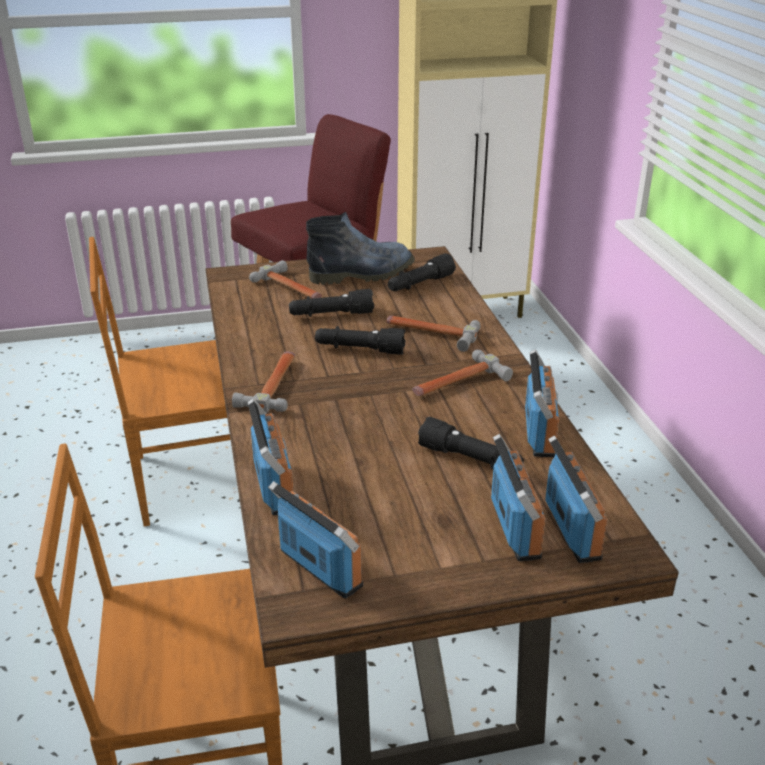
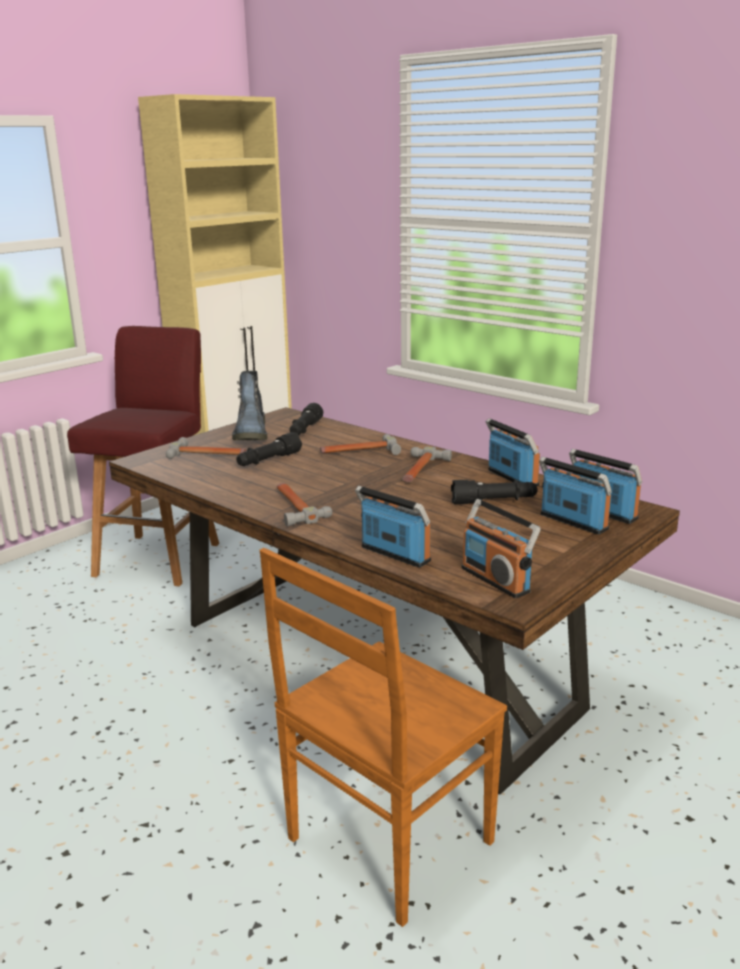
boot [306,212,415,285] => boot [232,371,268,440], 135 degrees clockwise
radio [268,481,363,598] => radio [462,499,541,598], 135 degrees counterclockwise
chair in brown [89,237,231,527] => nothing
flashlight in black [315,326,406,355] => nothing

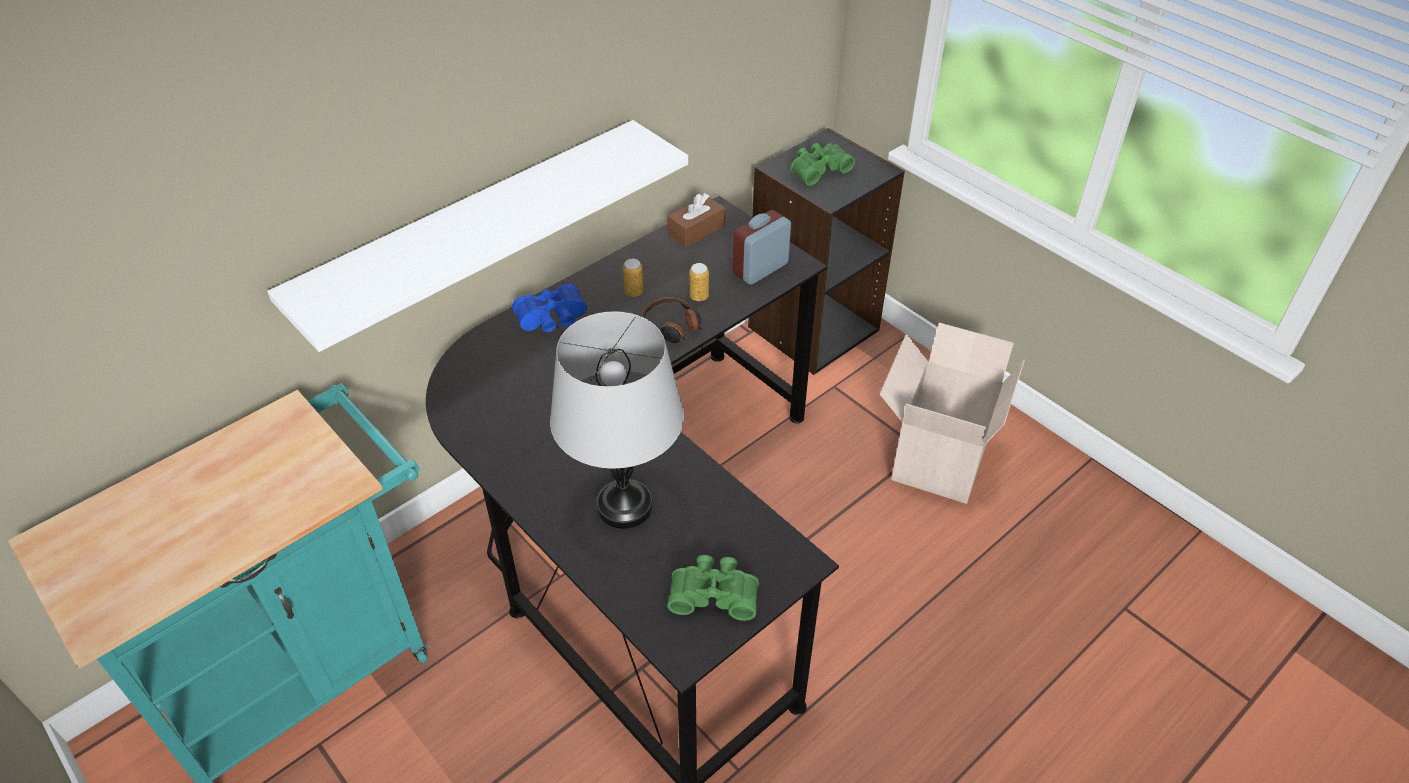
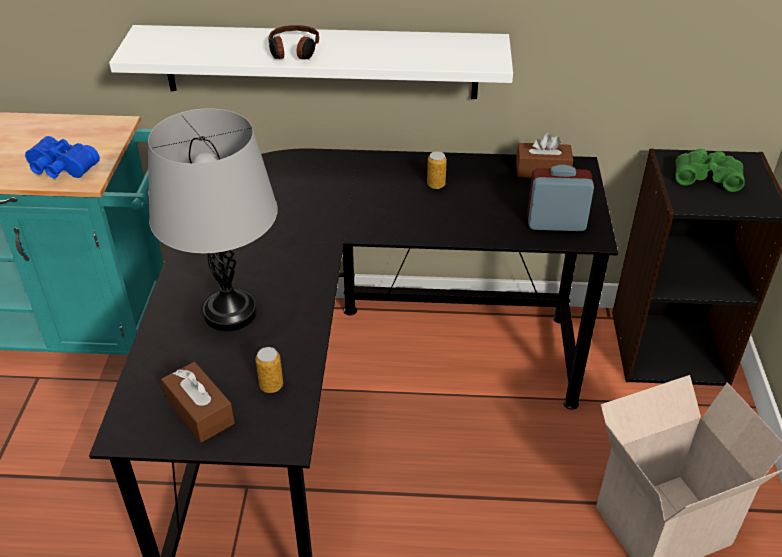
binoculars in blue [512,283,587,332] => binoculars in blue [25,136,100,178], shifted
binoculars in green [667,555,759,621] => tissue box in brown [161,362,235,442]
can [689,263,709,301] => can [255,347,283,393], shifted
headphones [642,297,702,343] => headphones [268,25,319,59], shifted

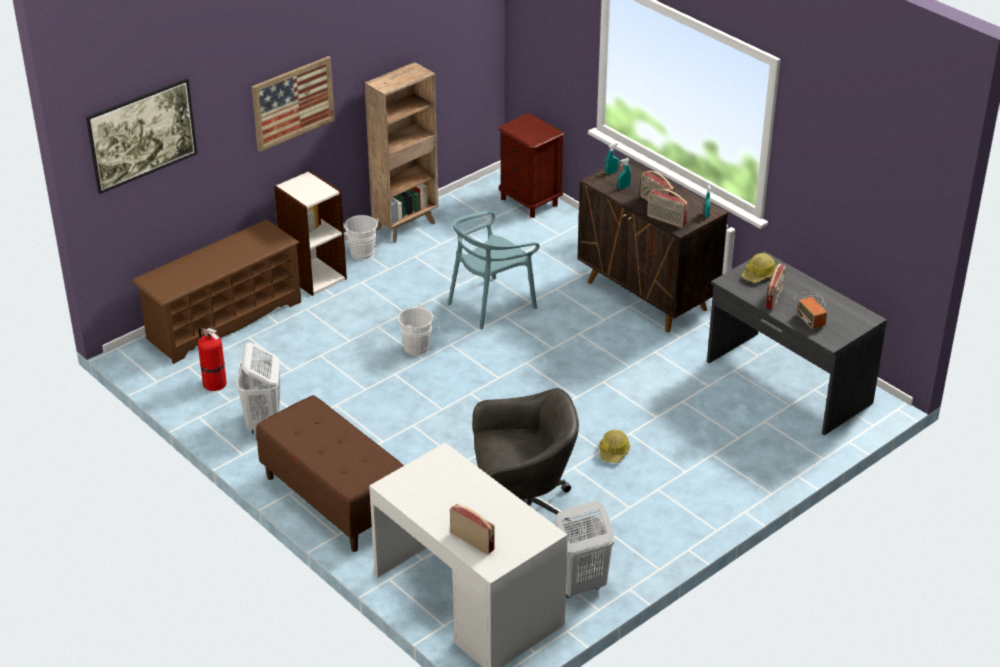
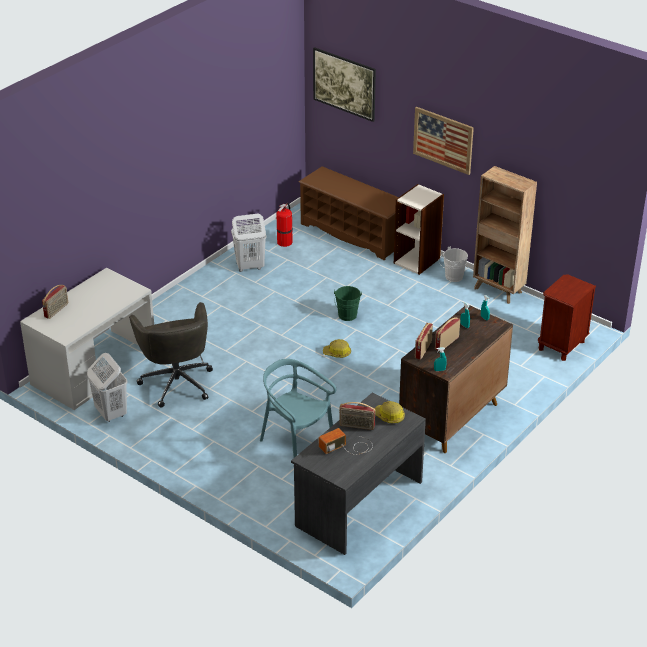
chair in turquoise [448,211,540,329] => chair in turquoise [260,359,337,458], shifted
hard hat [599,430,631,463] => hard hat [323,339,351,358], shifted
bucket in white [398,304,440,356] => bucket in green [334,286,362,321]
bench in brown [256,395,404,552] => nothing

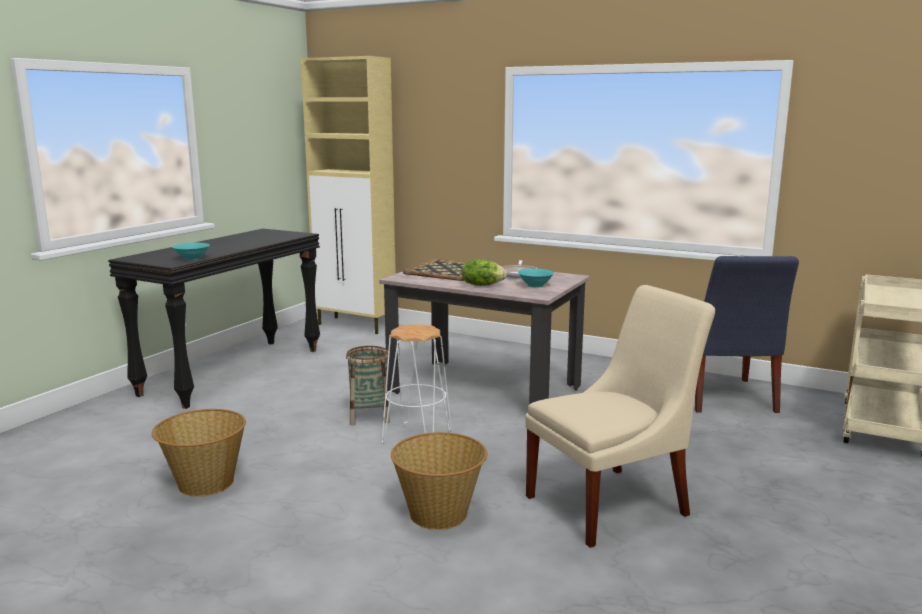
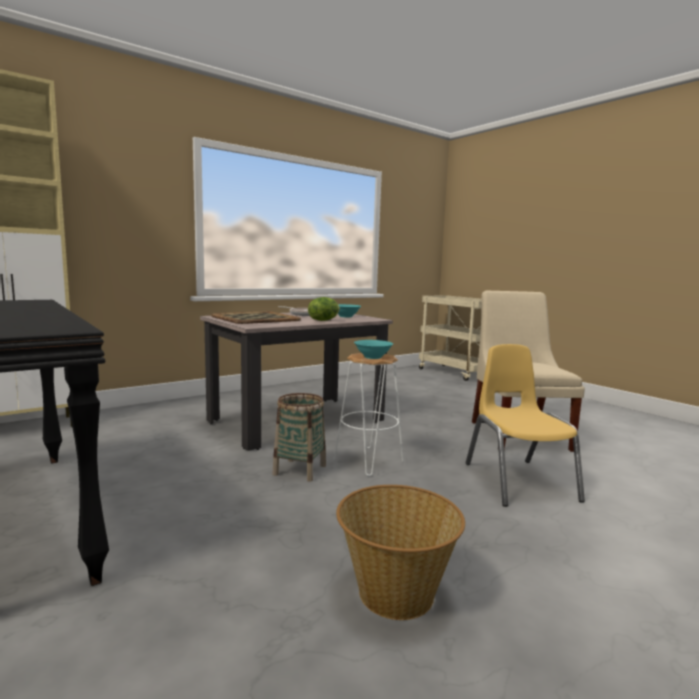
bowl in turquoise [172,243,210,261] => bowl in turquoise [354,340,393,359], shifted
basket [391,432,487,530] => chair in yellow [466,344,585,507]
chair in blue [695,256,799,413] => nothing

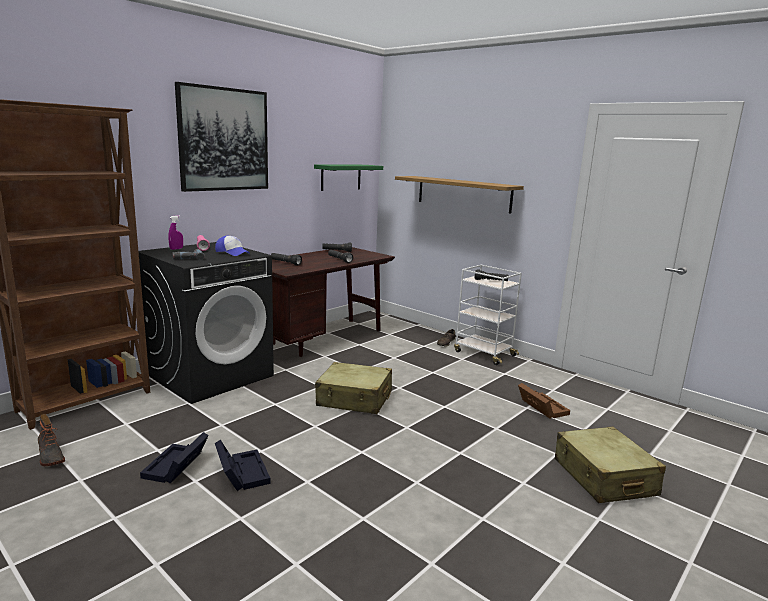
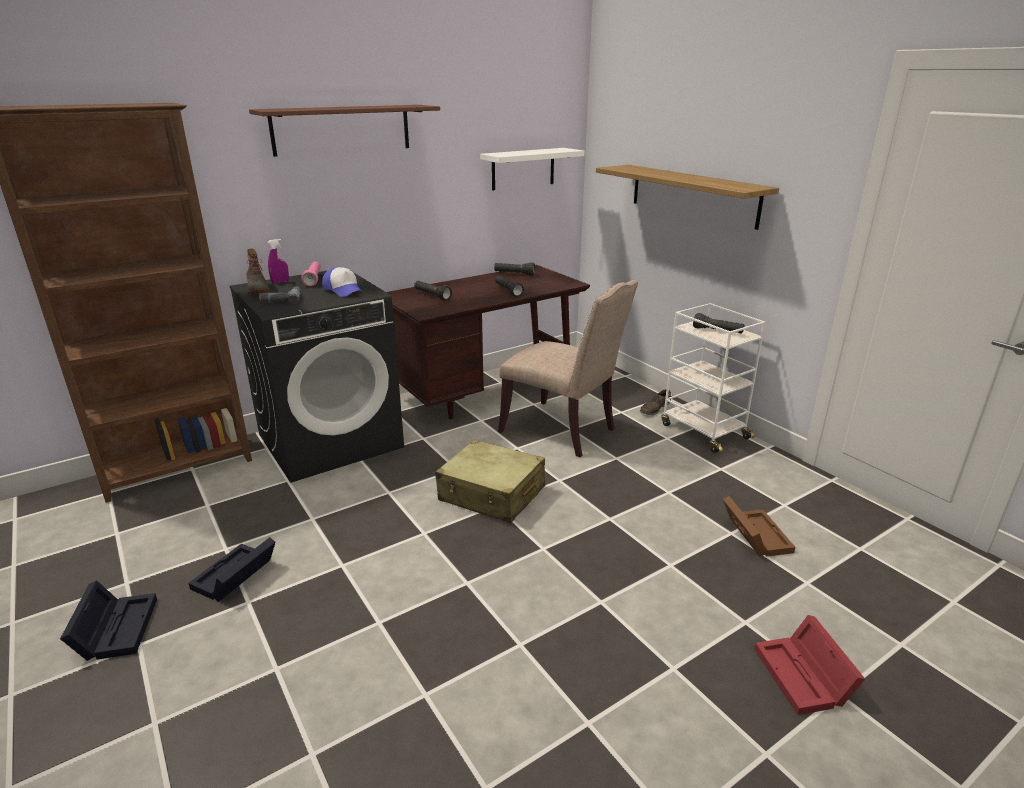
storage box in black [215,440,270,491] => storage box in black [60,580,157,661], shifted
boot [38,414,65,466] => boot [246,249,270,295], shifted
picture [175,82,268,192] => shelf in brown [249,105,440,157]
shelf in green [314,164,383,191] => shelf in white [480,148,584,191]
nothing => chair in beige [498,280,638,457]
suitcase in beige [555,426,666,503] => storage box in red [754,615,865,715]

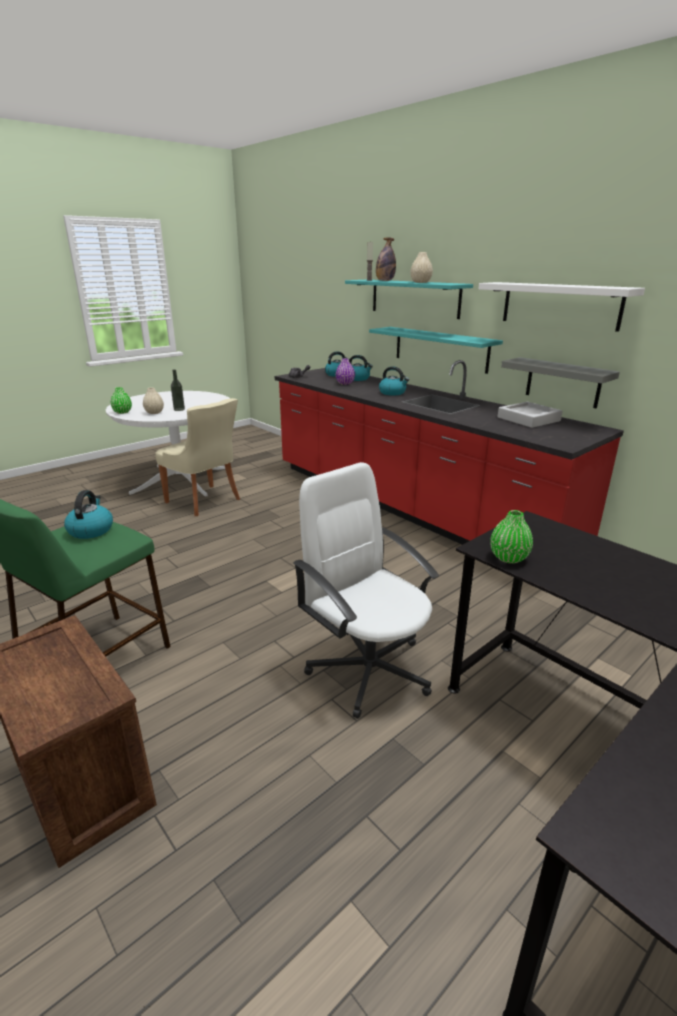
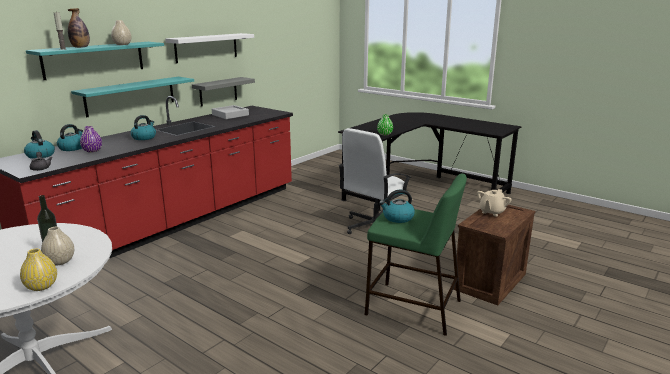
vase in green [111,387,132,414] => vase in yellow [20,248,57,291]
nothing => teapot in beige [477,189,512,216]
chair in beige [155,398,240,516] => nothing

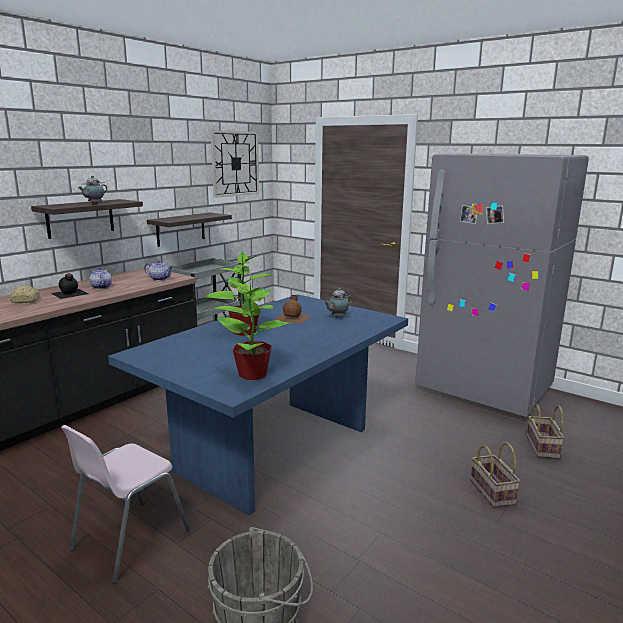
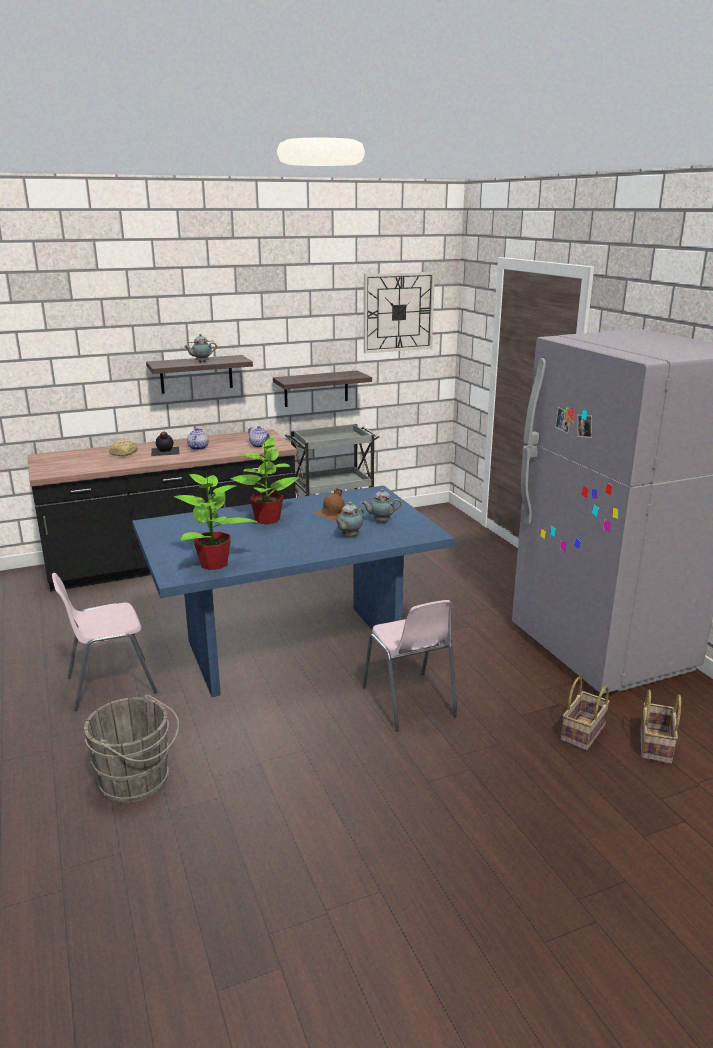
nothing => teapot [335,502,364,537]
nothing => chair in pink [363,600,458,731]
basket [470,442,520,508] => basket [640,690,681,764], shifted

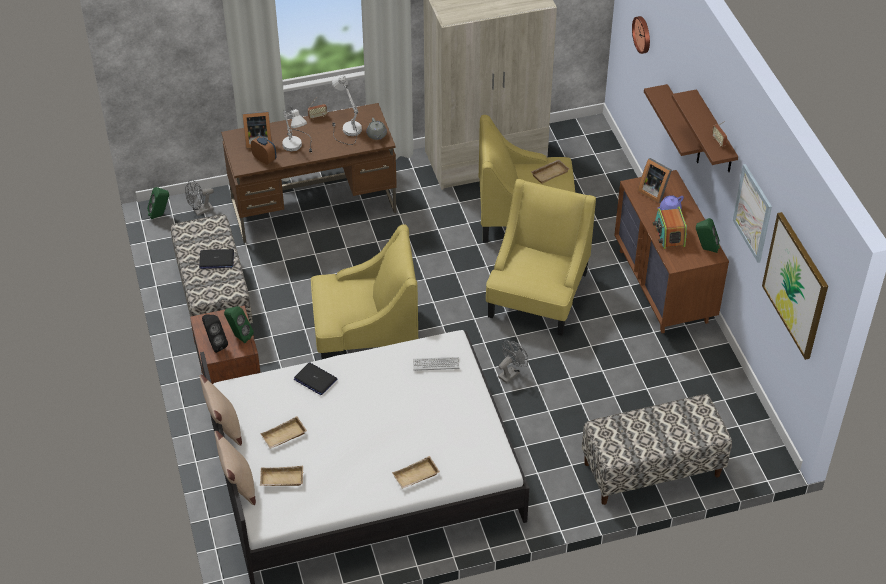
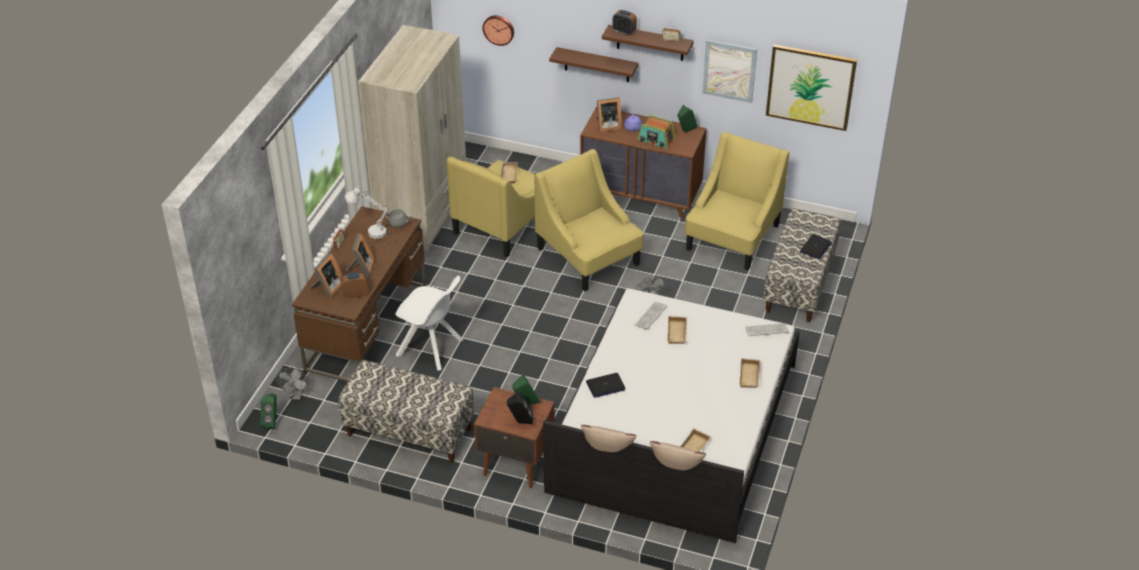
table lamp in white [282,109,312,152] => picture frame [345,234,375,277]
nothing => chair in white [395,276,463,371]
nothing => alarm clock [612,10,637,36]
tray in beige [260,416,307,449] => tray in beige [667,316,687,344], shifted
armchair in yellow [311,224,418,359] => armchair in yellow [685,132,789,270], shifted
nothing => keyboard [745,323,789,336]
laptop [199,249,234,269] => laptop [800,234,832,259], shifted

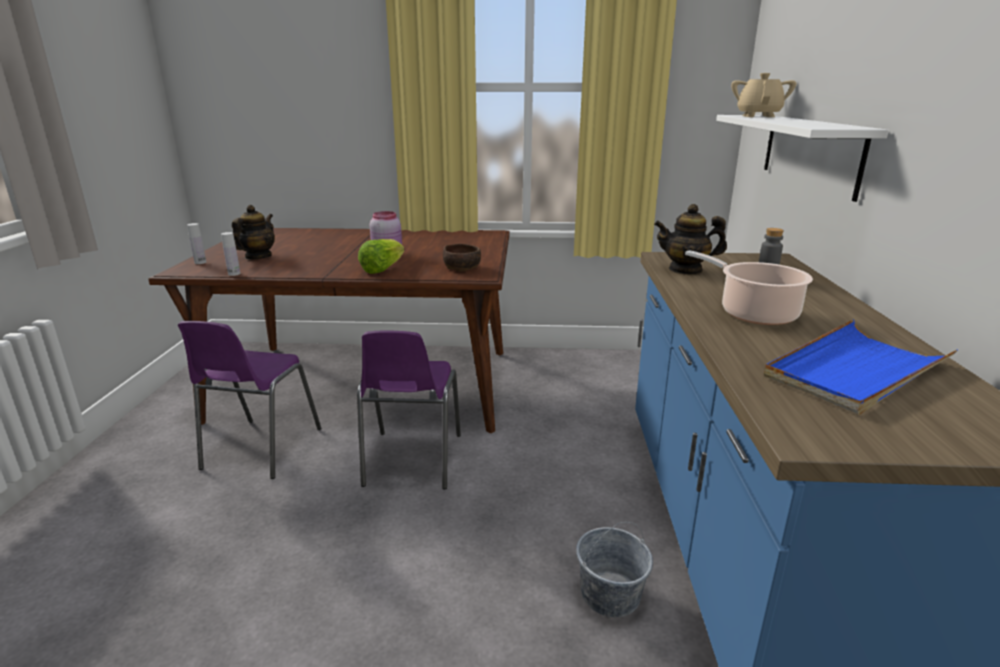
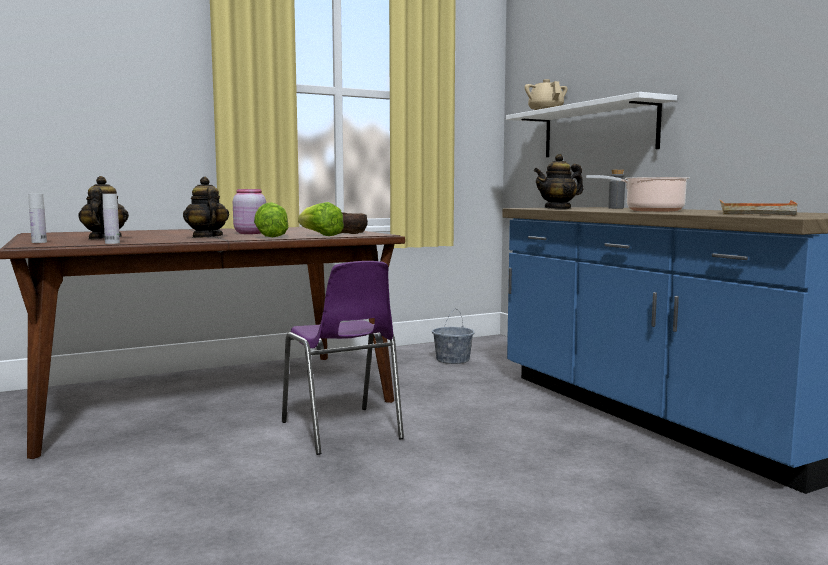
nothing => teapot [183,177,229,238]
nothing => lettuce [298,202,344,236]
bucket in grey [576,522,653,617] => bucket in grey [432,310,475,364], shifted
tray in blue [764,320,958,415] => tray in orange [720,200,797,215]
chair in purple [178,321,321,479] => nothing

